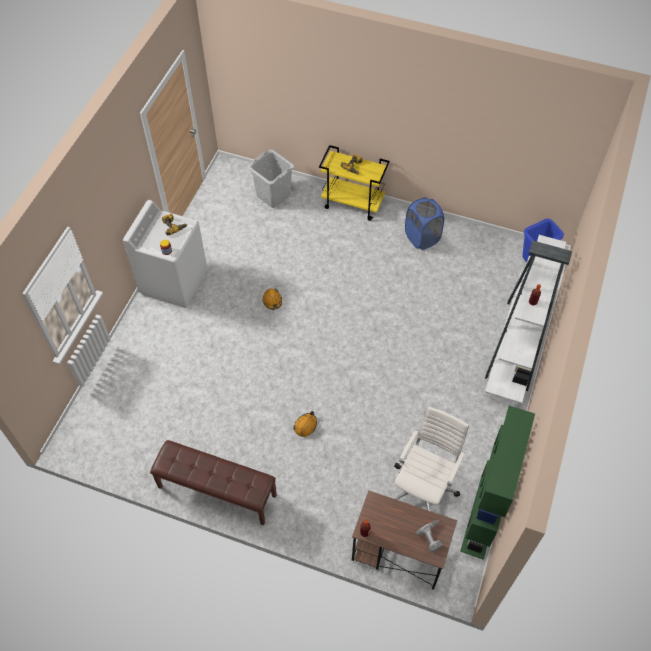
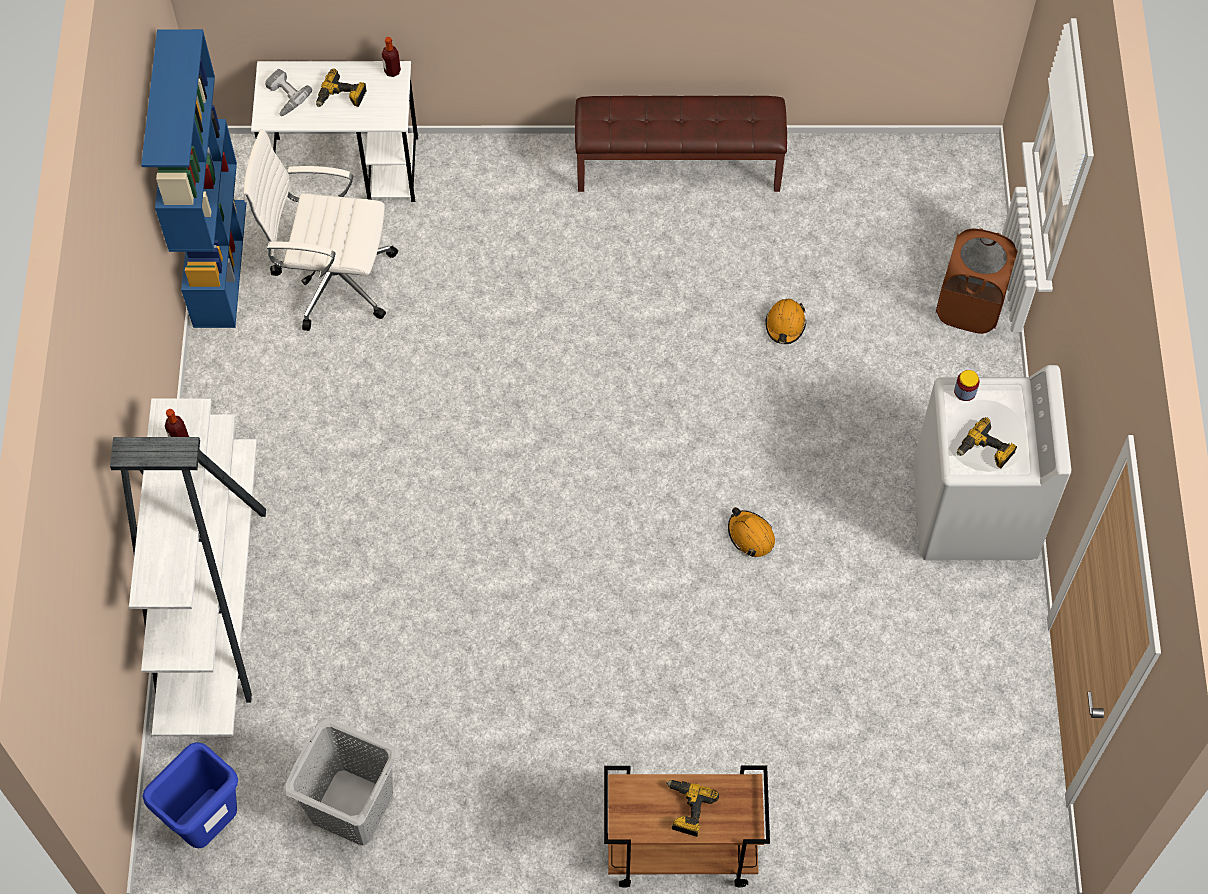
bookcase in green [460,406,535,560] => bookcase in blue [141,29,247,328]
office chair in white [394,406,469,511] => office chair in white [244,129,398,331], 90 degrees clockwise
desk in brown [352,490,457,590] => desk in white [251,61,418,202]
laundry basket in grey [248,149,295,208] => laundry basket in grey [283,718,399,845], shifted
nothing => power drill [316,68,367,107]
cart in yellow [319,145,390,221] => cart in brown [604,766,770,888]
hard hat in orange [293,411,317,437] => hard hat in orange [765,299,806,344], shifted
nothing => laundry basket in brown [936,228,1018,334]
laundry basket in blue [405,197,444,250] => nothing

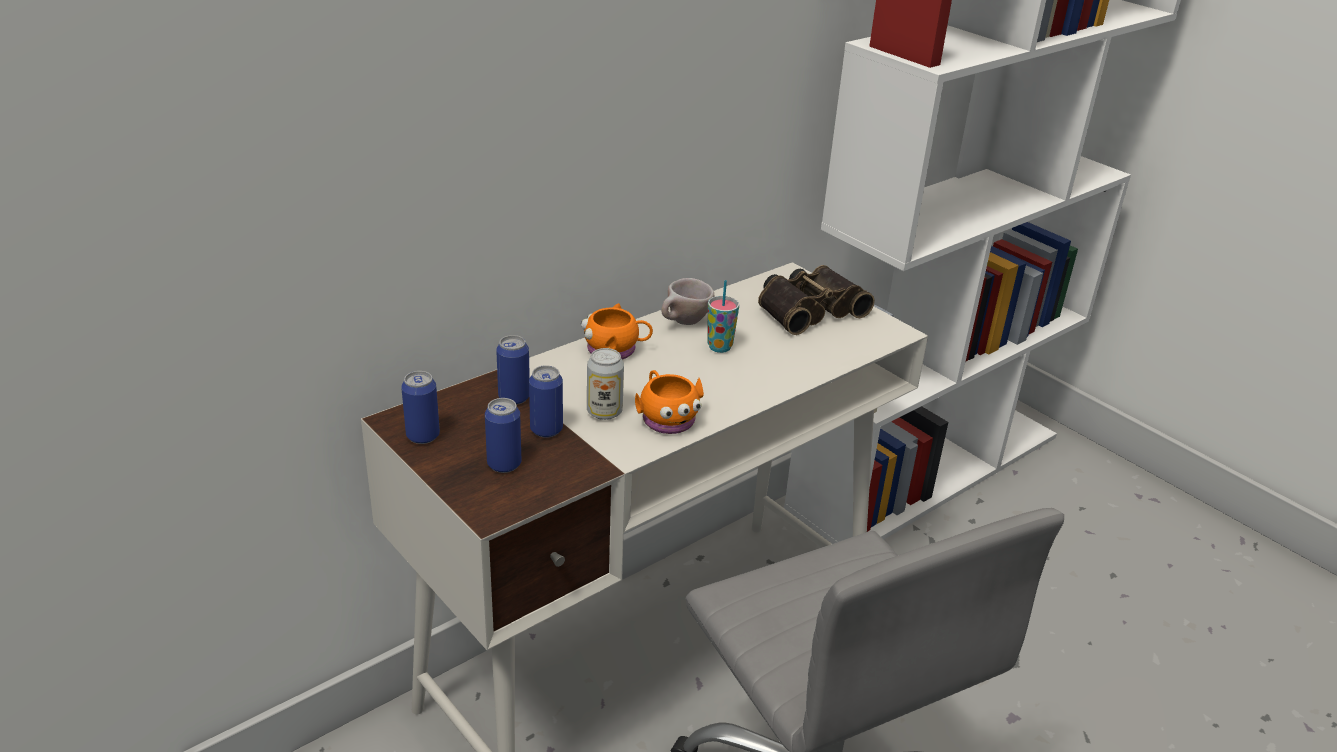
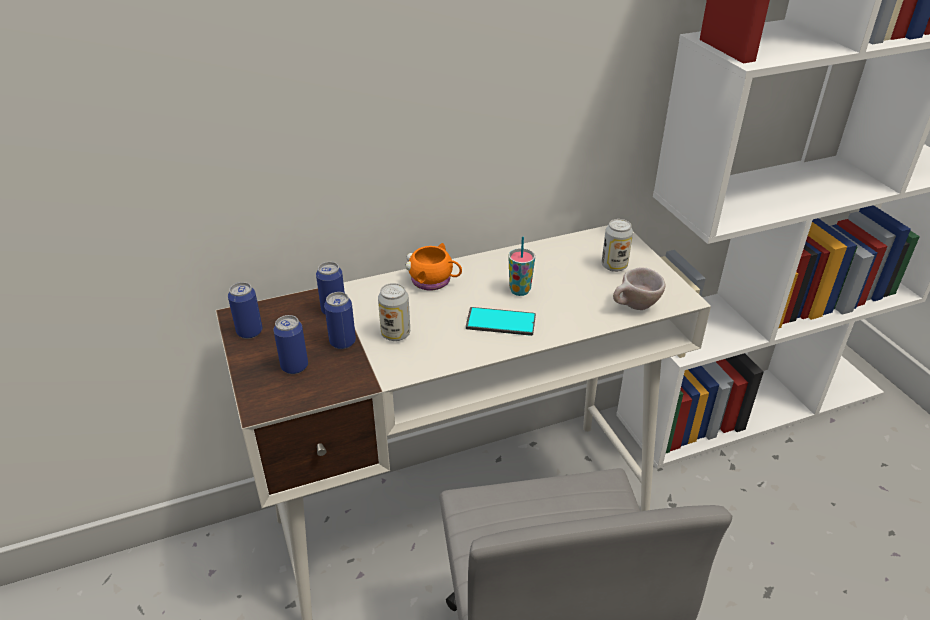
nothing => phone [466,307,536,336]
binoculars [758,265,875,335] => can [602,219,633,272]
cup in beige [661,278,714,325] => cup in beige [613,268,665,310], shifted
mug in orange [635,370,704,434] => nothing

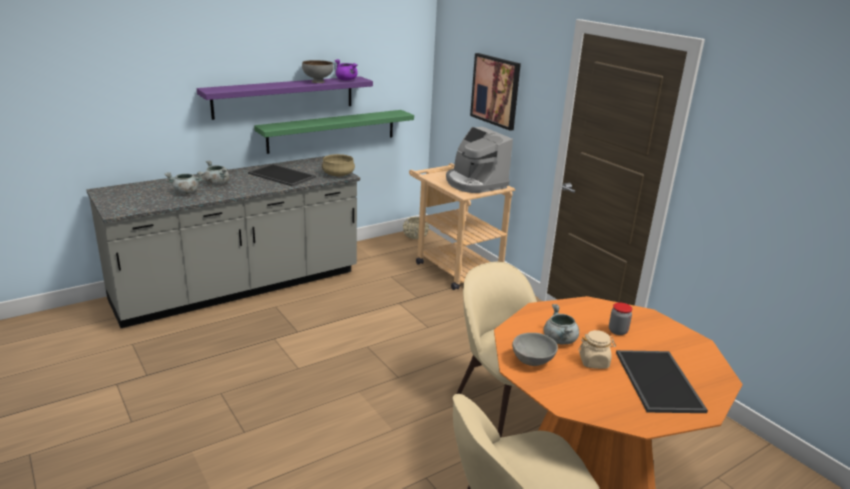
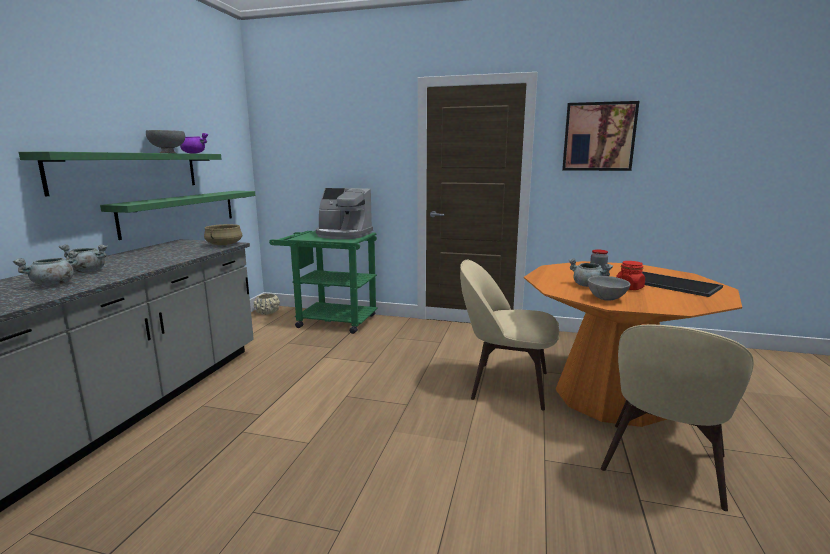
shelf in purple [197,76,373,120] => shelf in green [19,152,222,196]
cart in beige [409,163,515,290] => cart in green [269,230,378,334]
picture [470,53,521,131] => picture [562,101,639,171], shifted
jar in beige [578,330,616,369] => jar in red [616,261,645,290]
tray [248,164,316,186] => nothing

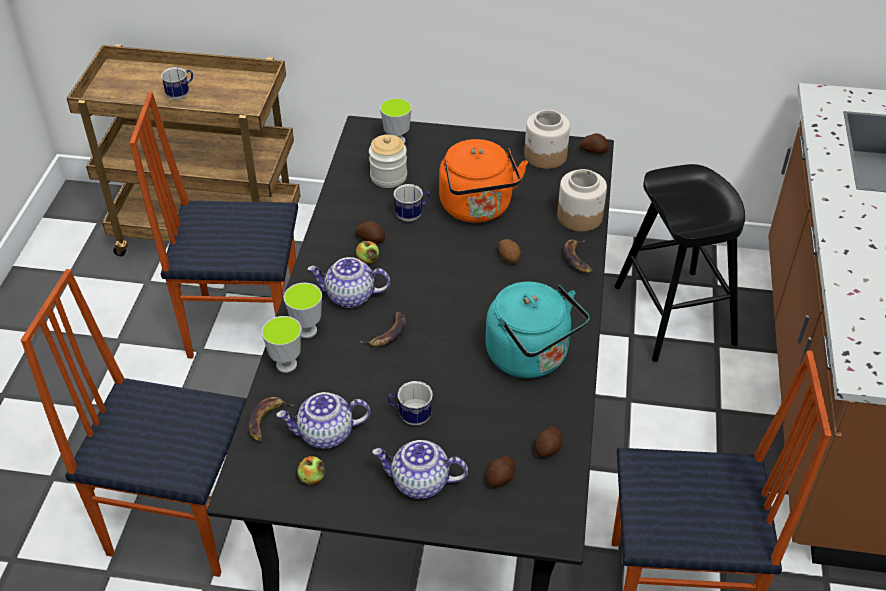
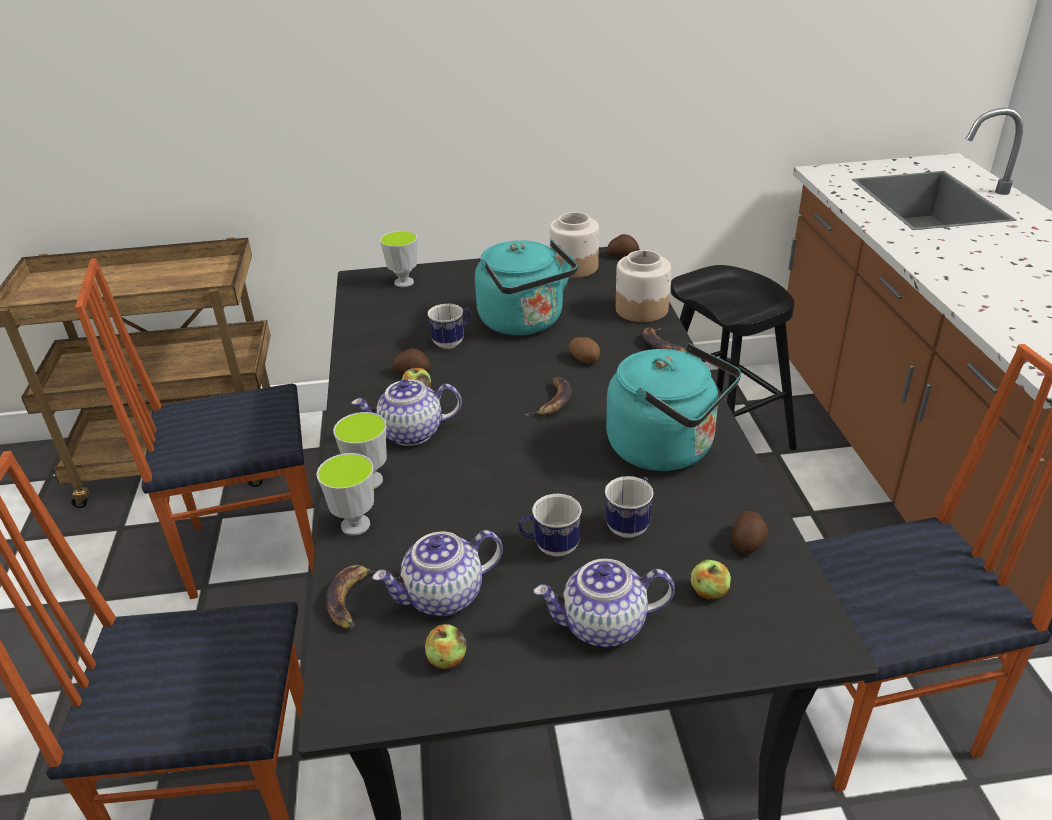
kettle in orange [439,139,528,223] => kettle in turquoise [475,240,577,335]
banana [359,311,406,347] => banana [524,377,572,416], shifted
mug [161,67,193,100] => mug [605,476,653,538], shifted
potato [486,456,515,487] => apple [691,559,731,599]
jar [369,135,407,188] => nothing

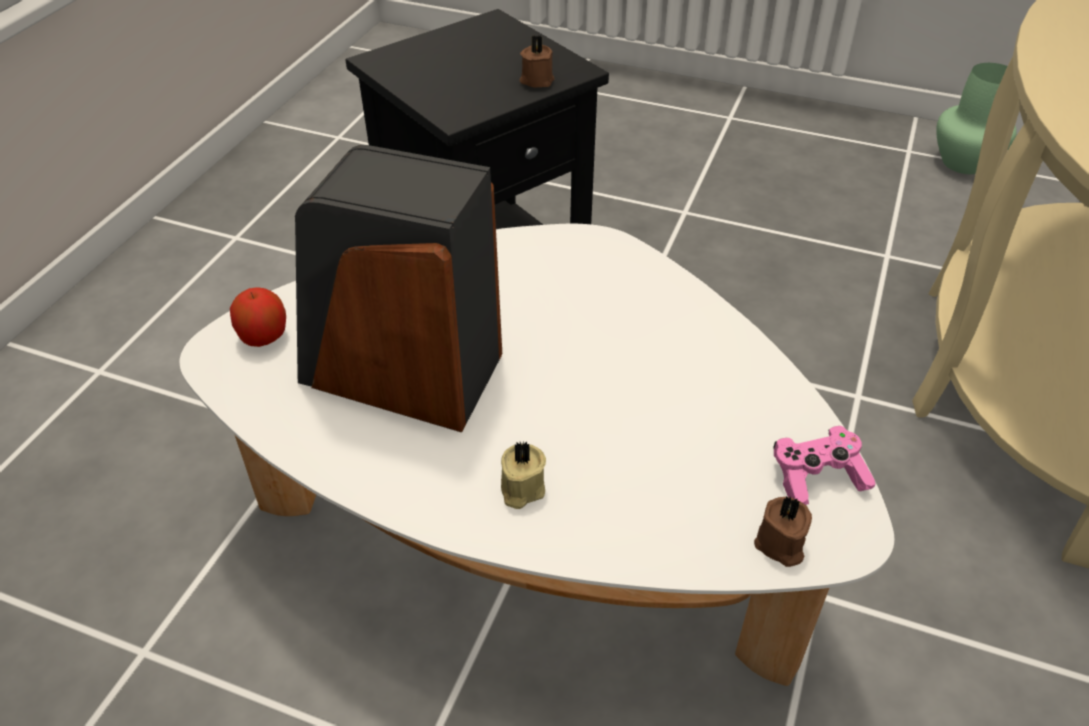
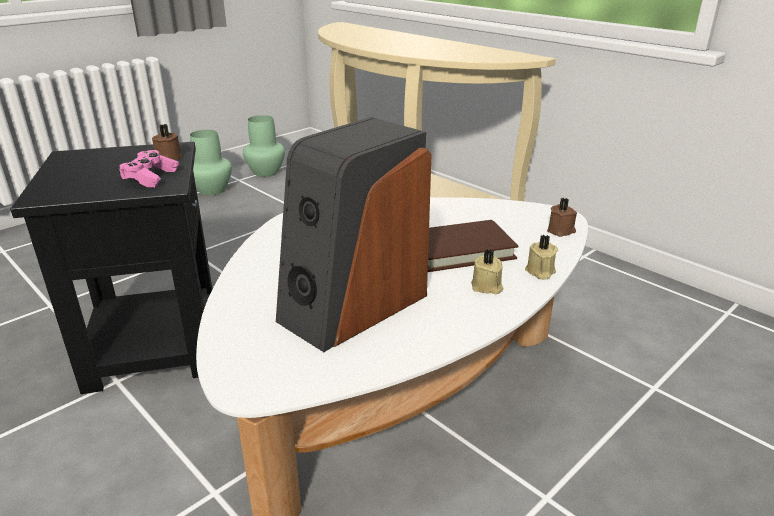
game controller in pink [773,426,876,505] => game controller in pink [118,150,179,187], shifted
nothing => vase in green [190,130,232,195]
nothing => book in brown [428,220,519,272]
nothing => candle in beige [525,234,558,279]
apple [230,287,286,347] => nothing

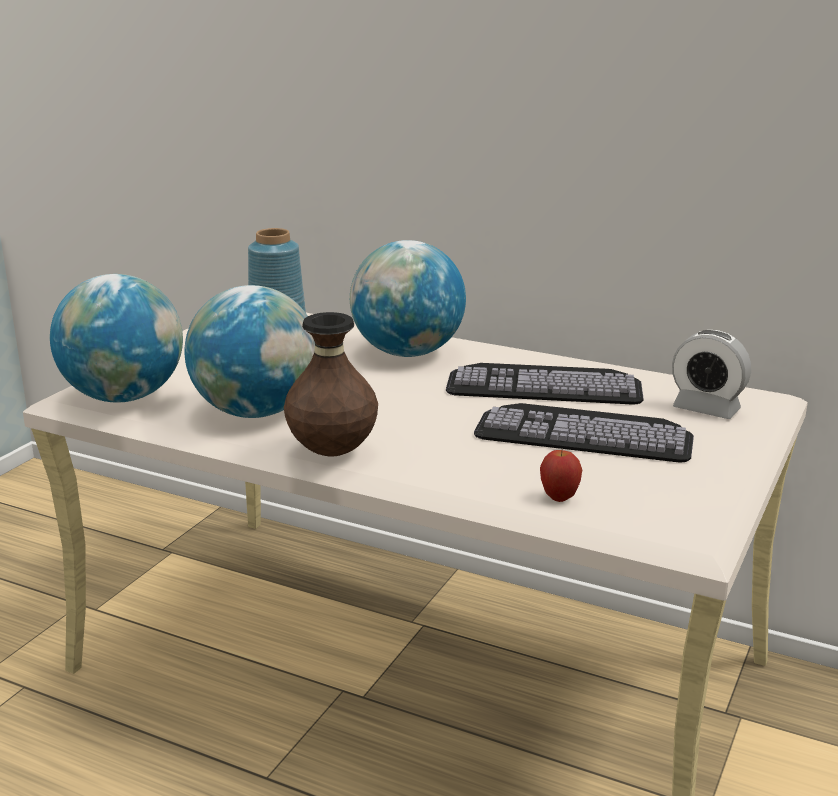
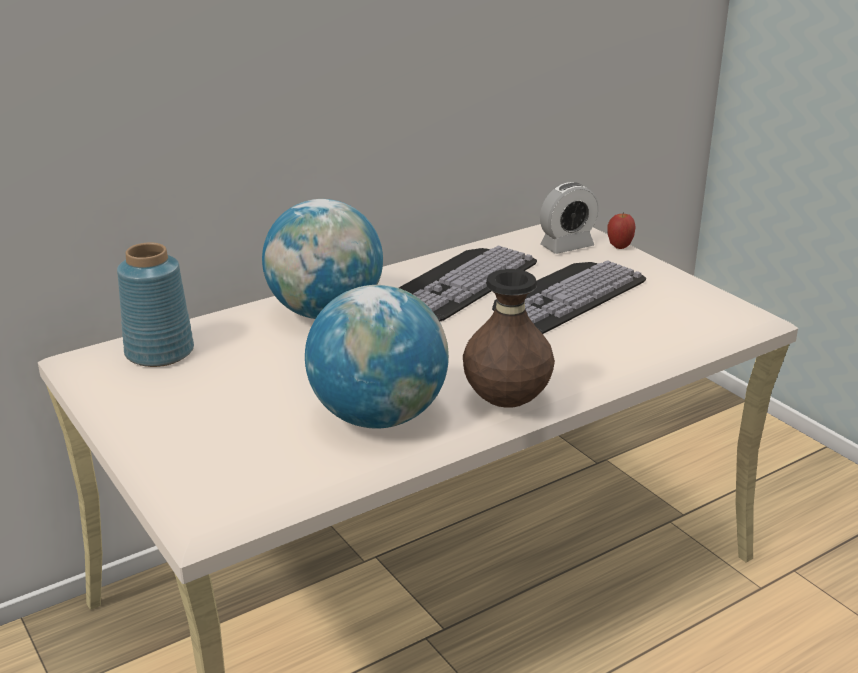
apple [540,450,582,502] => apple [608,212,636,249], shifted
globe [50,274,183,402] => nothing

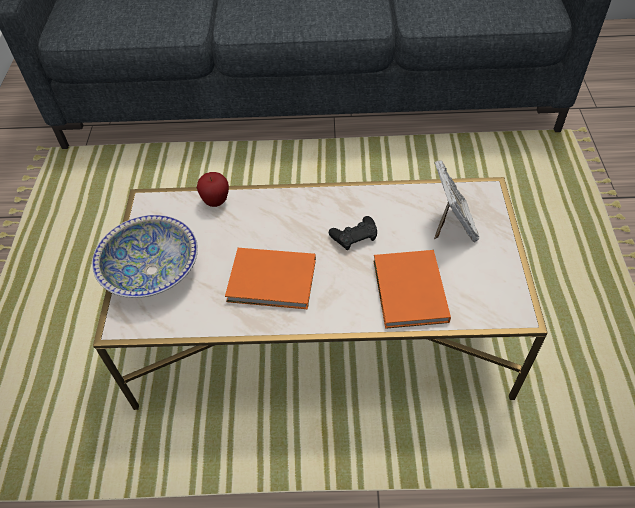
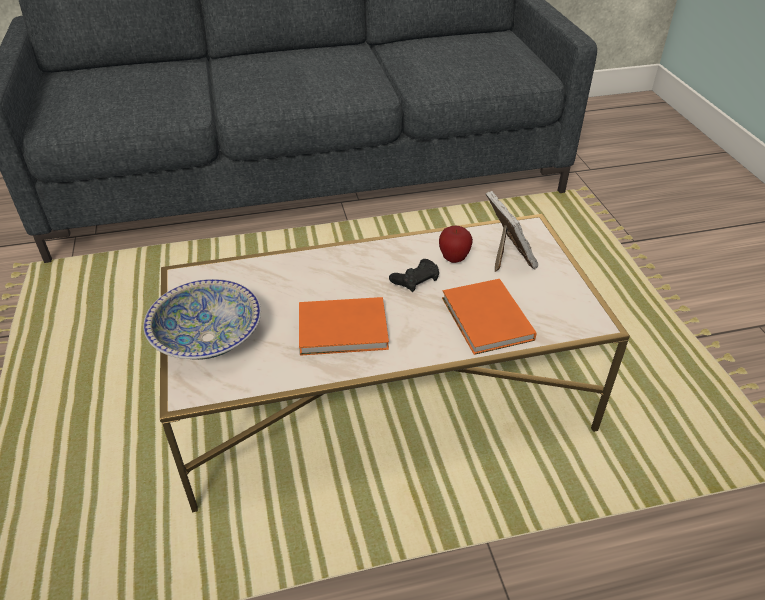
apple [197,172,229,207] => apple [439,226,473,263], shifted

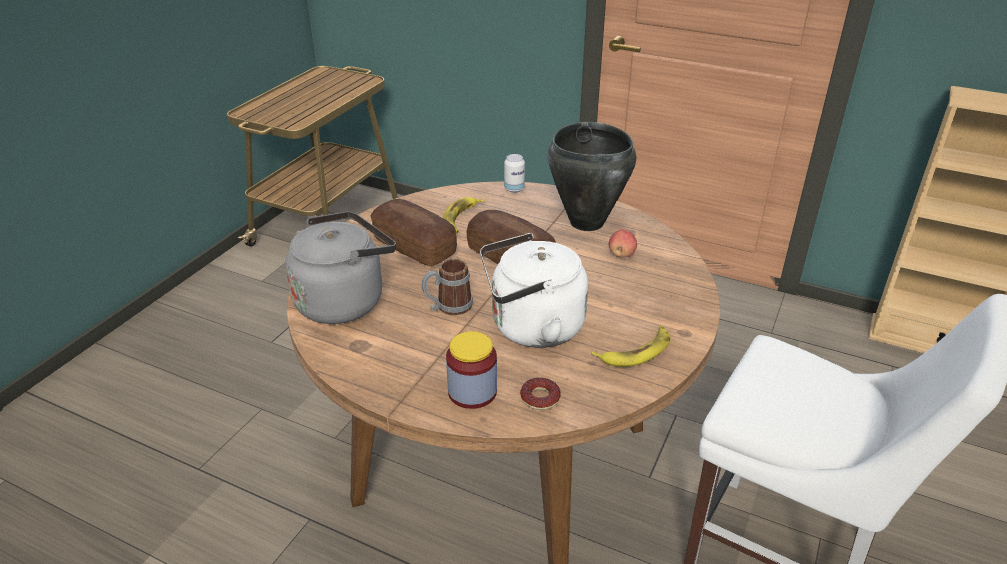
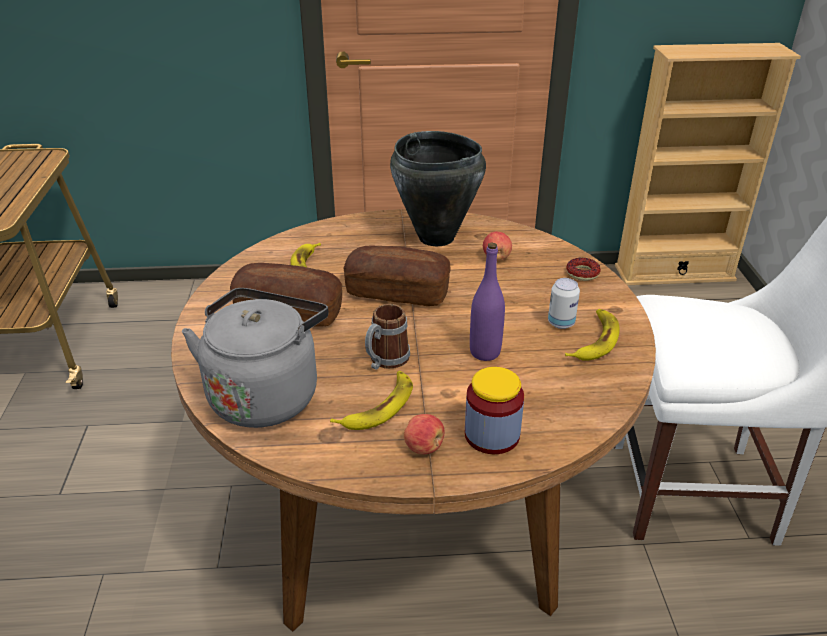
nothing => banana [330,371,413,430]
nothing => apple [404,414,444,454]
kettle in white [480,233,588,348] => bottle in purple [470,243,505,361]
can [504,154,525,193] => can [548,278,580,329], shifted
donut [520,378,561,410] => donut [566,257,601,281], shifted

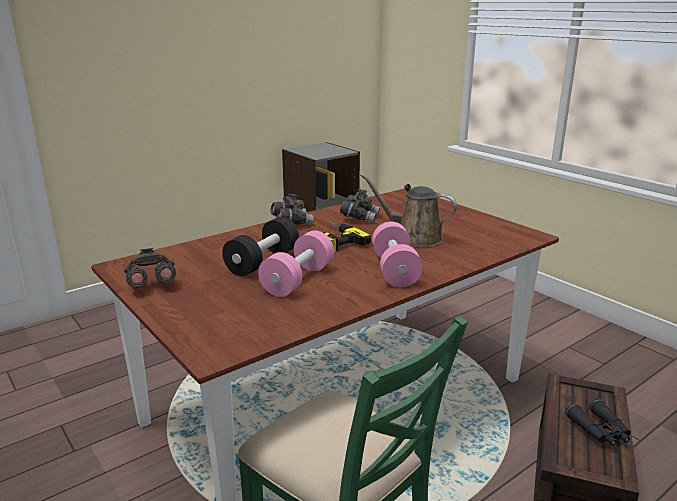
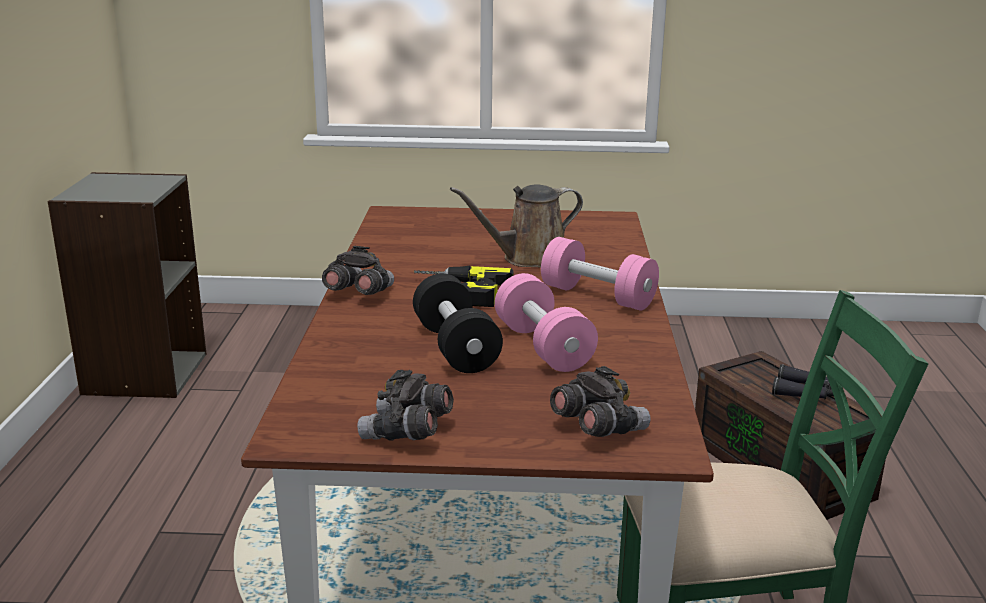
binoculars in grey [340,189,380,223] => binoculars in grey [550,366,650,437], shifted

